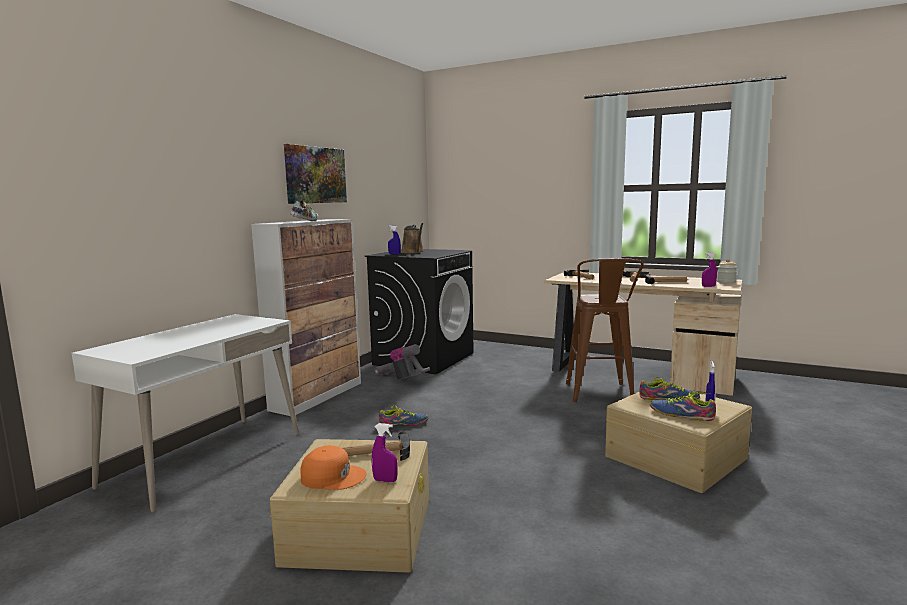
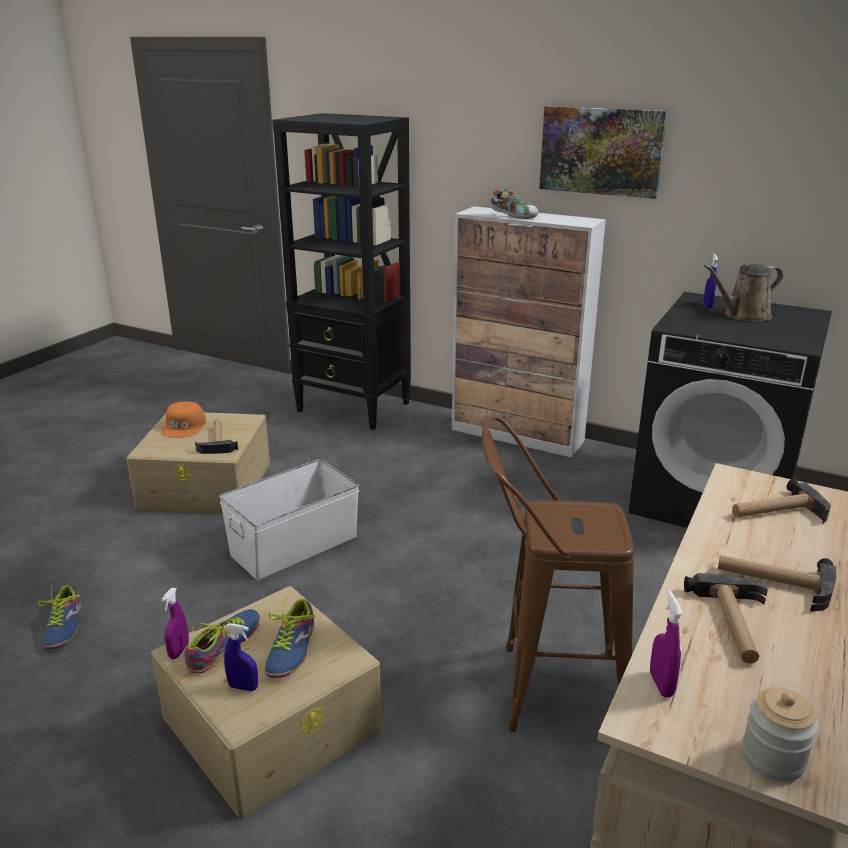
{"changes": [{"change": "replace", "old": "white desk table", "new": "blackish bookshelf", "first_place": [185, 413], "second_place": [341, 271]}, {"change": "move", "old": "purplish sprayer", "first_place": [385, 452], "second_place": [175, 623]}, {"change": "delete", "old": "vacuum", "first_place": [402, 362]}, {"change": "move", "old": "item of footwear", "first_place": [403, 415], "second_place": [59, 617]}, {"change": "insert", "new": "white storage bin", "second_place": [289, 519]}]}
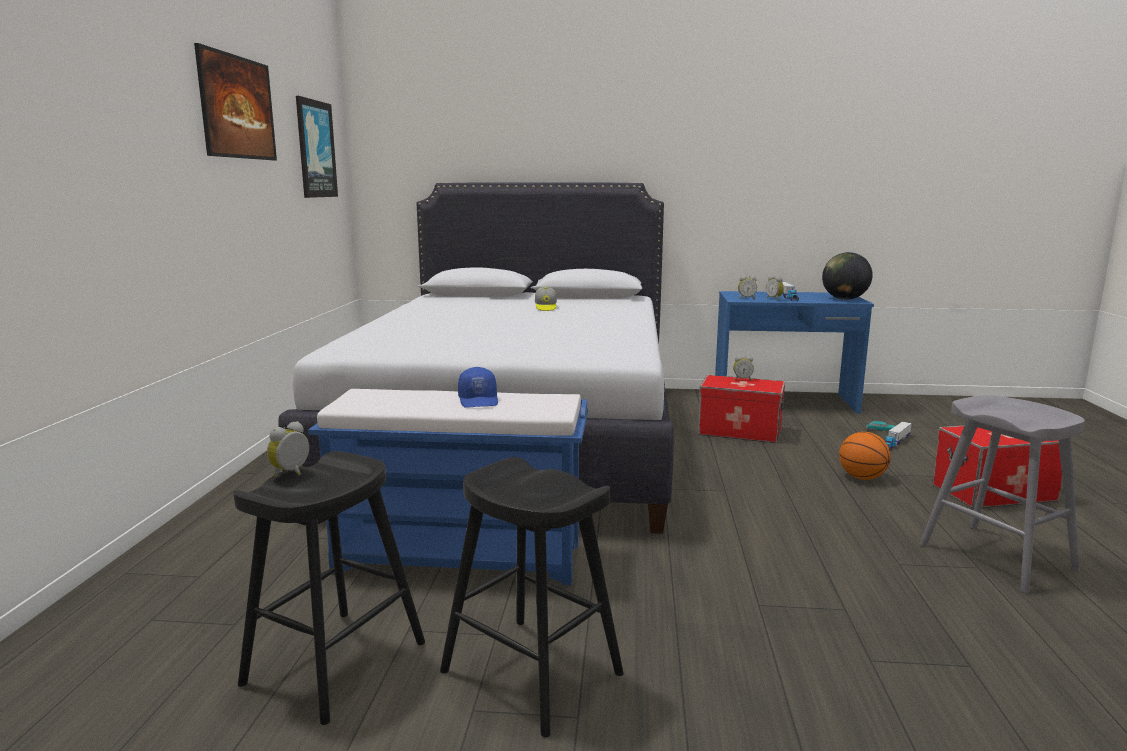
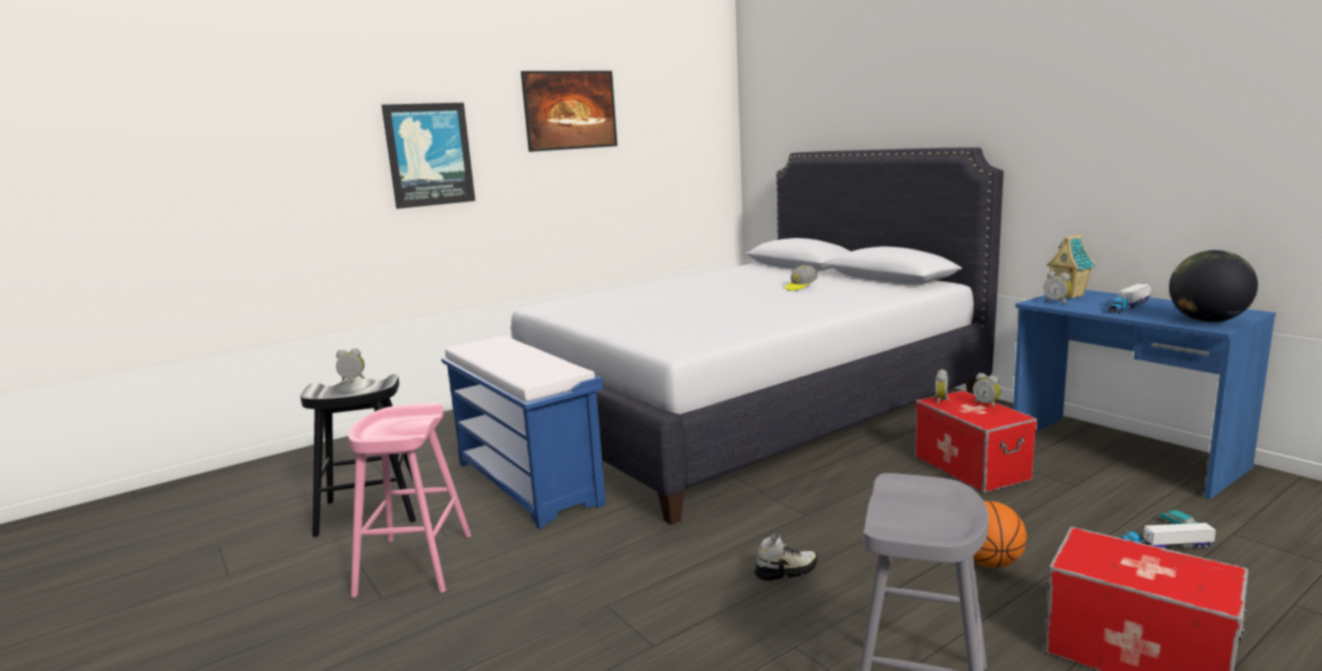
{"changes": [{"change": "move", "old": "wall picture", "first_place": [317, 147], "second_place": [428, 156]}, {"change": "recolor", "old": "blackish sitting stool", "new": "pink-coloured sitting stool", "first_place": [532, 597], "second_place": [409, 500]}, {"change": "delete", "old": "blue-coloured cap", "first_place": [478, 387]}, {"change": "move", "old": "table clock", "first_place": [775, 287], "second_place": [942, 386]}, {"change": "insert", "new": "item of footwear", "second_place": [786, 557]}, {"change": "insert", "new": "toy house", "second_place": [1071, 267]}]}
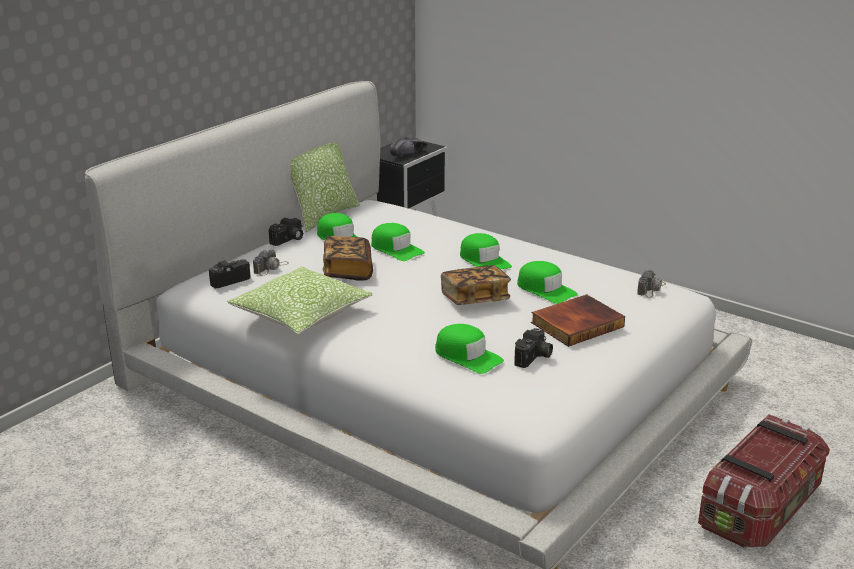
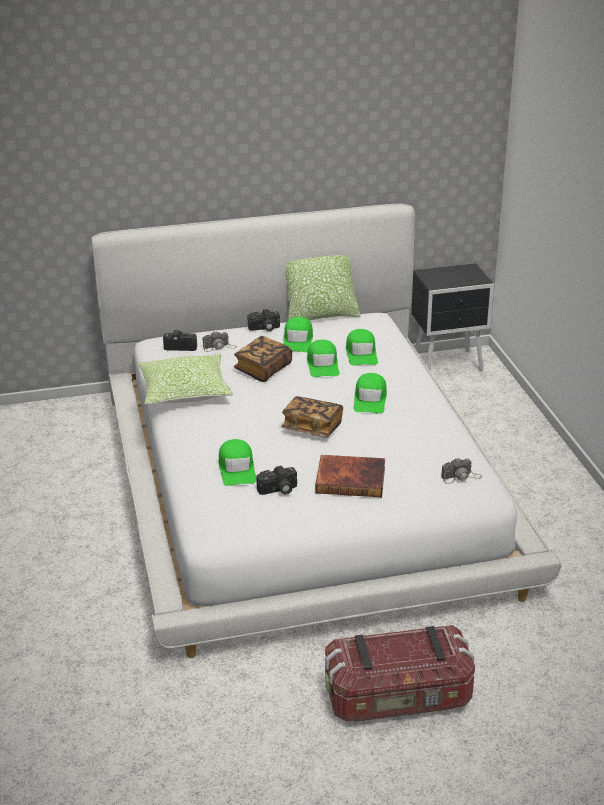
{"changes": [{"change": "delete", "old": "blackish item of footwear", "first_place": [408, 147]}, {"change": "move", "old": "green cap", "first_place": [547, 282], "second_place": [362, 347]}]}
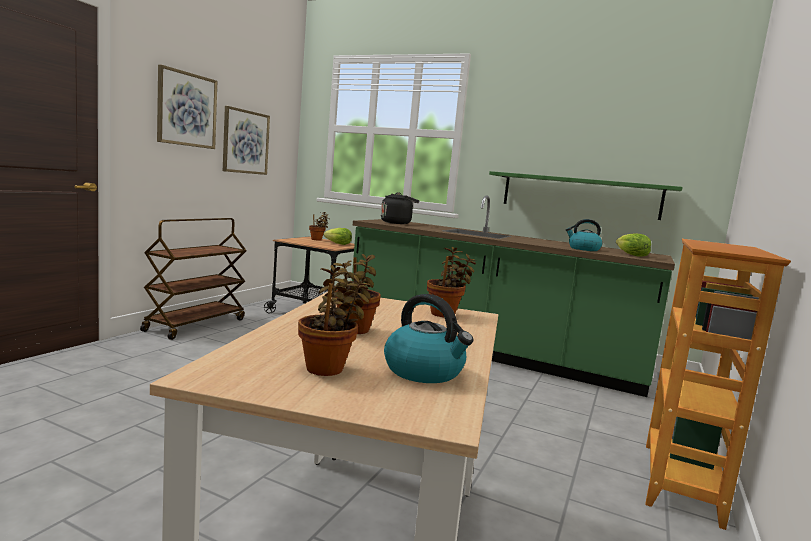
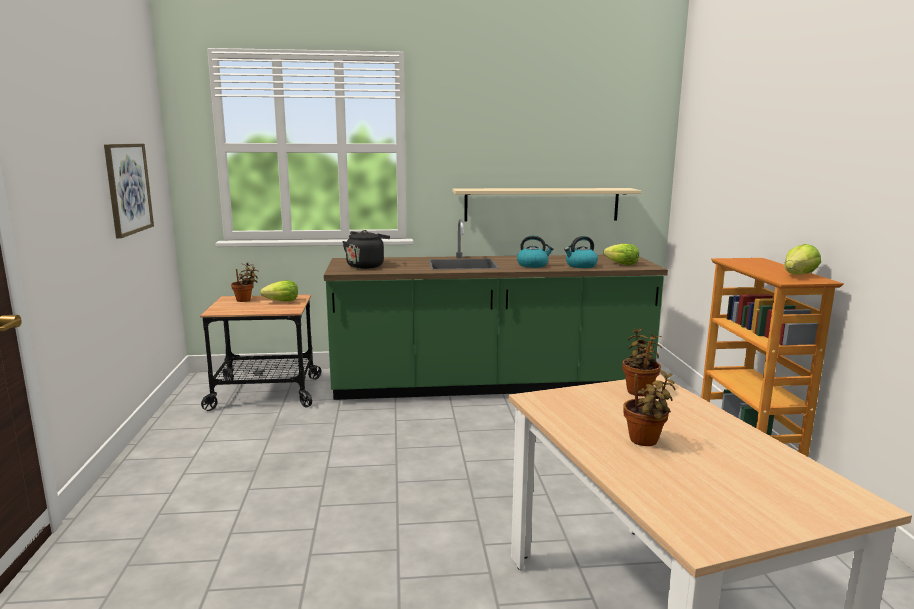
{"changes": [{"change": "delete", "old": "brown trolley", "first_place": [193, 279]}, {"change": "delete", "old": "wall picture", "first_place": [187, 106]}, {"change": "delete", "old": "houseplant", "first_place": [334, 320]}, {"change": "move", "old": "water kettle", "first_place": [429, 338], "second_place": [535, 251]}, {"change": "recolor", "old": "green bracket shelf", "new": "beige-coloured bracket shelf", "first_place": [586, 195], "second_place": [546, 205]}, {"change": "insert", "new": "lettuce head", "second_place": [802, 259]}]}
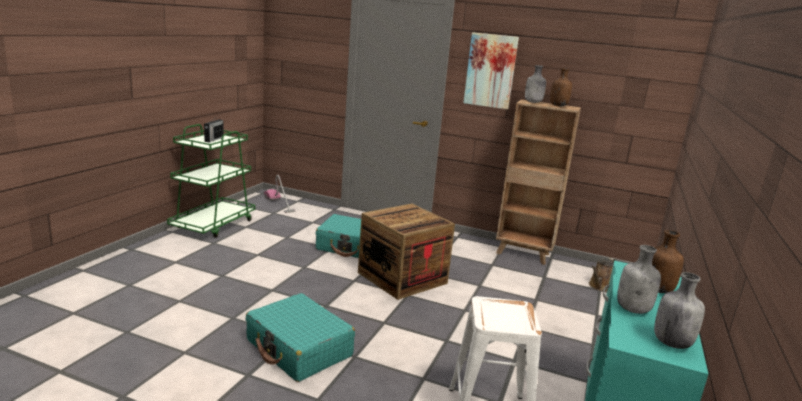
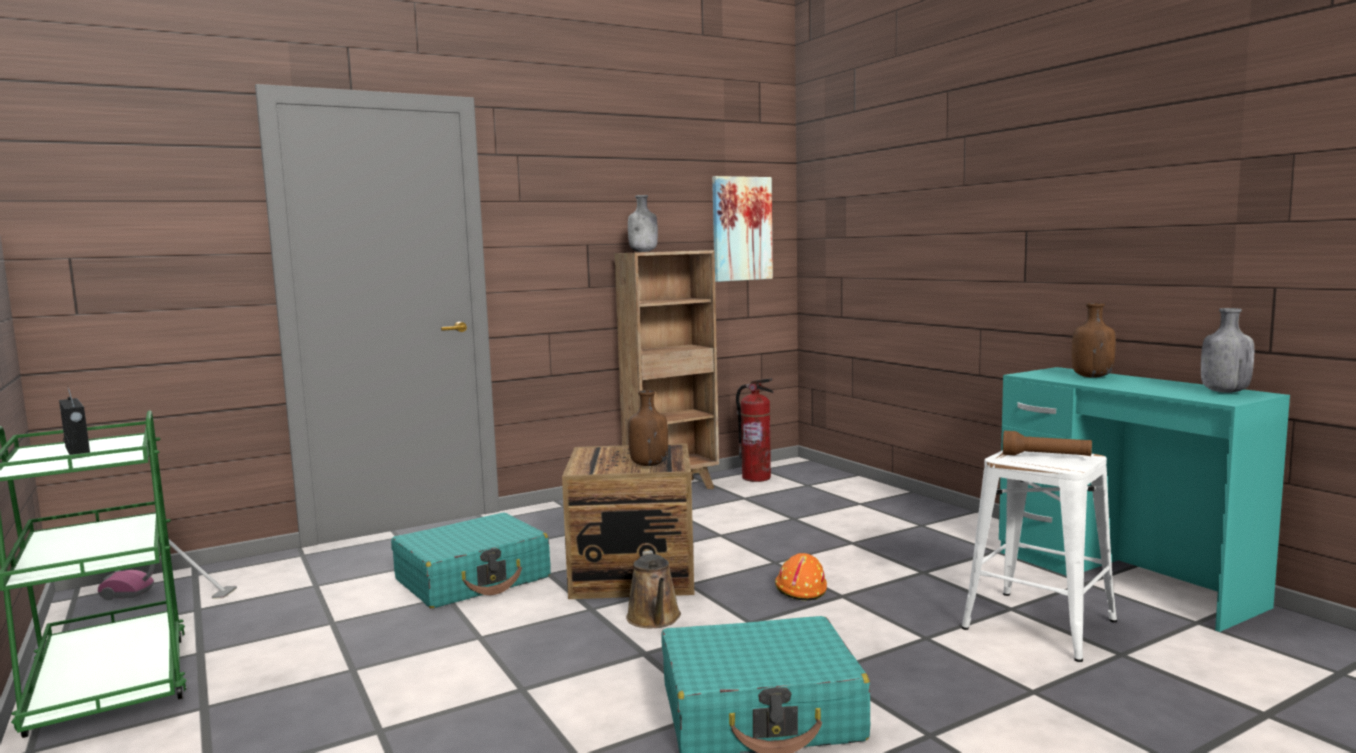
{"changes": [{"change": "move", "old": "wall picture", "first_place": [491, 70], "second_place": [742, 229]}, {"change": "move", "old": "brown beverage bottle", "first_place": [561, 87], "second_place": [648, 428]}, {"change": "move", "old": "brown sprinkling can", "first_place": [602, 274], "second_place": [653, 589]}, {"change": "delete", "old": "gray beverage bottle", "first_place": [639, 279]}, {"change": "insert", "new": "extinguisher", "second_place": [755, 430]}, {"change": "insert", "new": "orange hard hat", "second_place": [801, 577]}, {"change": "insert", "new": "brown hand torch", "second_place": [1047, 443]}]}
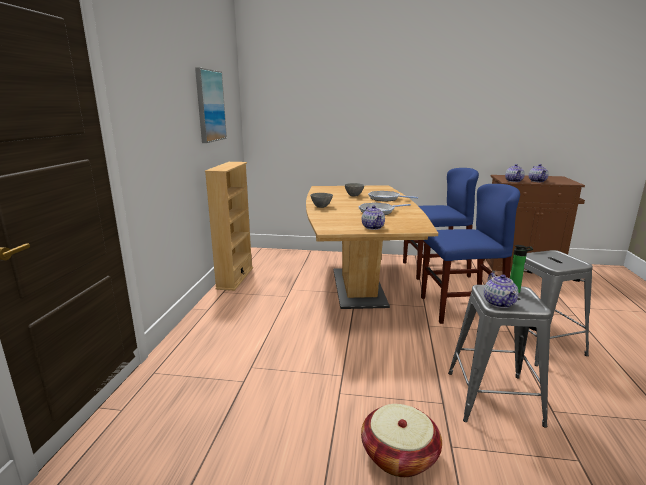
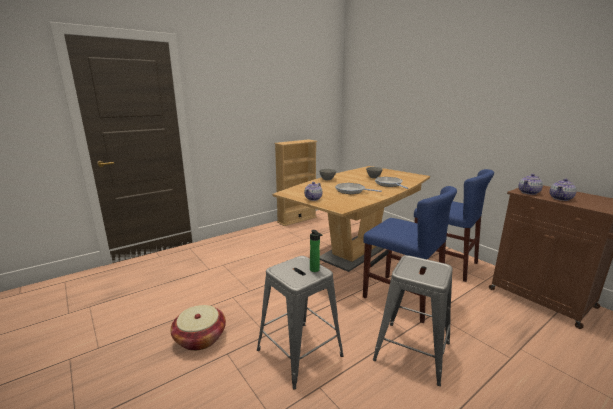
{"changes": [{"change": "delete", "old": "wall picture", "first_place": [211, 105]}, {"change": "delete", "old": "pot for tea", "first_place": [501, 290]}]}
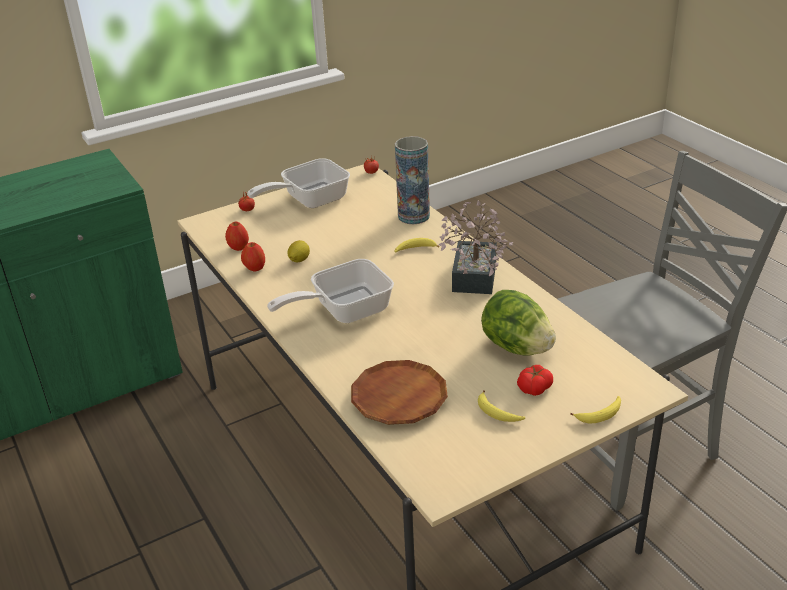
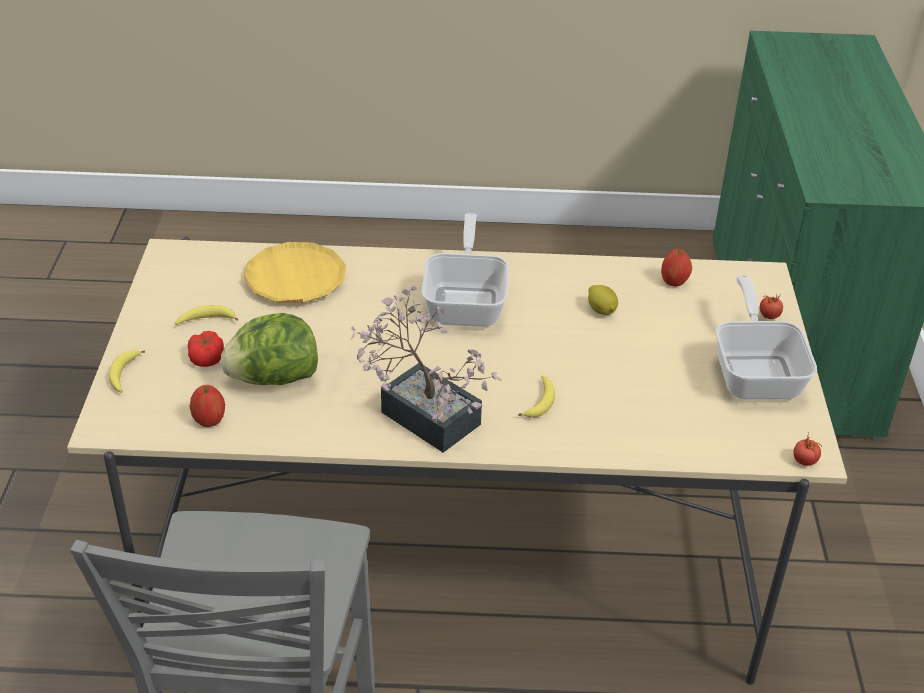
{"changes": [{"change": "move", "old": "whole apple", "first_place": [253, 256], "second_place": [207, 406]}, {"change": "recolor", "old": "brown plate", "new": "yellowish plate", "first_place": [399, 392], "second_place": [295, 272]}, {"change": "delete", "old": "vase", "first_place": [412, 180]}]}
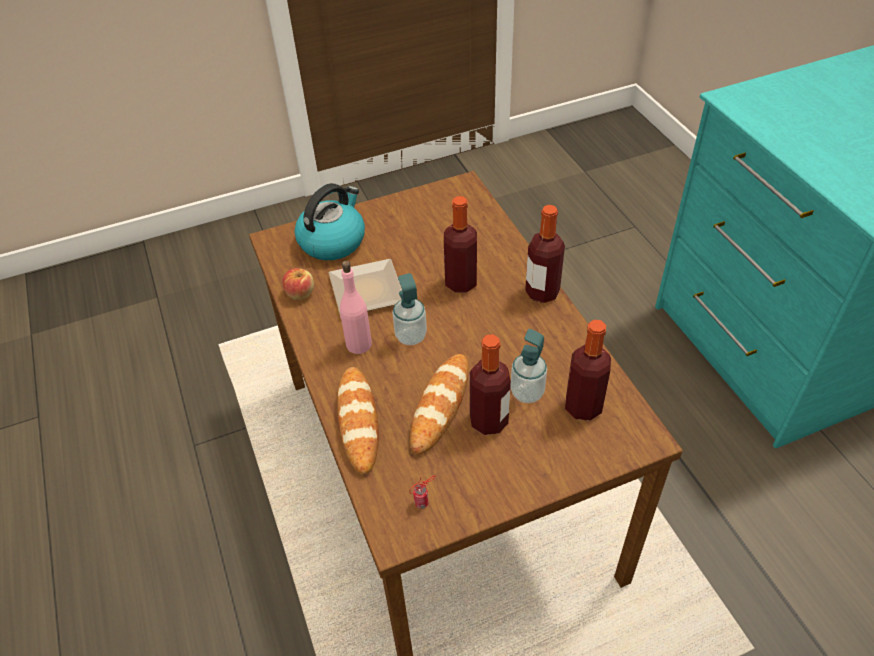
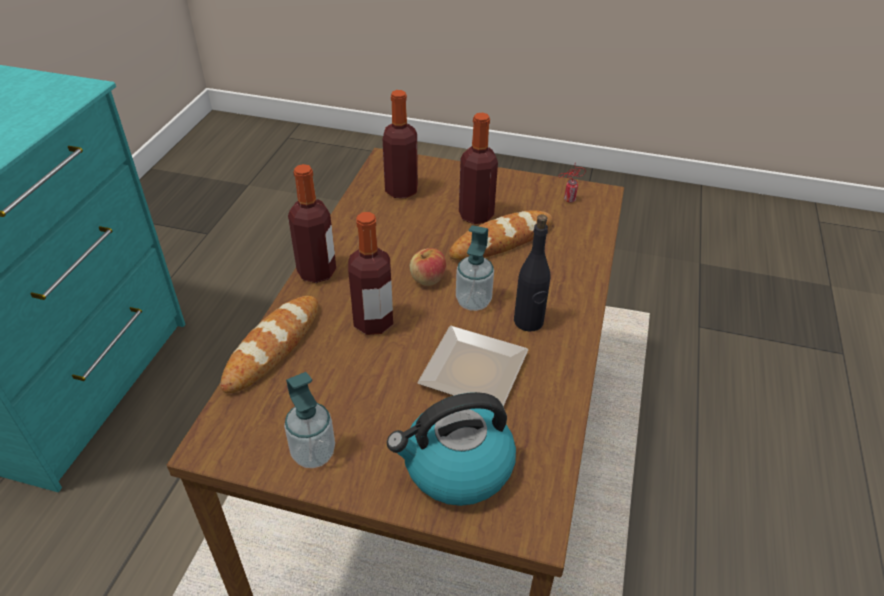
{"changes": [{"change": "move", "old": "whole apple", "first_place": [298, 284], "second_place": [428, 267]}, {"change": "move", "old": "bread", "first_place": [358, 420], "second_place": [269, 345]}, {"change": "recolor", "old": "pink-coloured beverage bottle", "new": "blackish beverage bottle", "first_place": [356, 307], "second_place": [532, 273]}, {"change": "move", "old": "soap dispenser", "first_place": [528, 366], "second_place": [309, 420]}]}
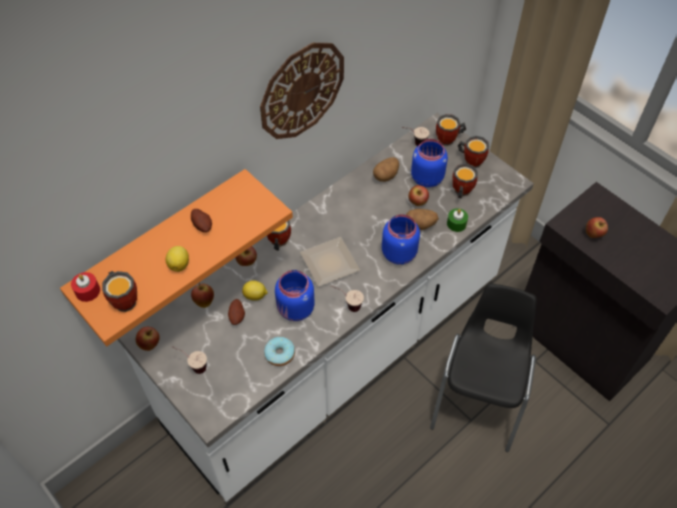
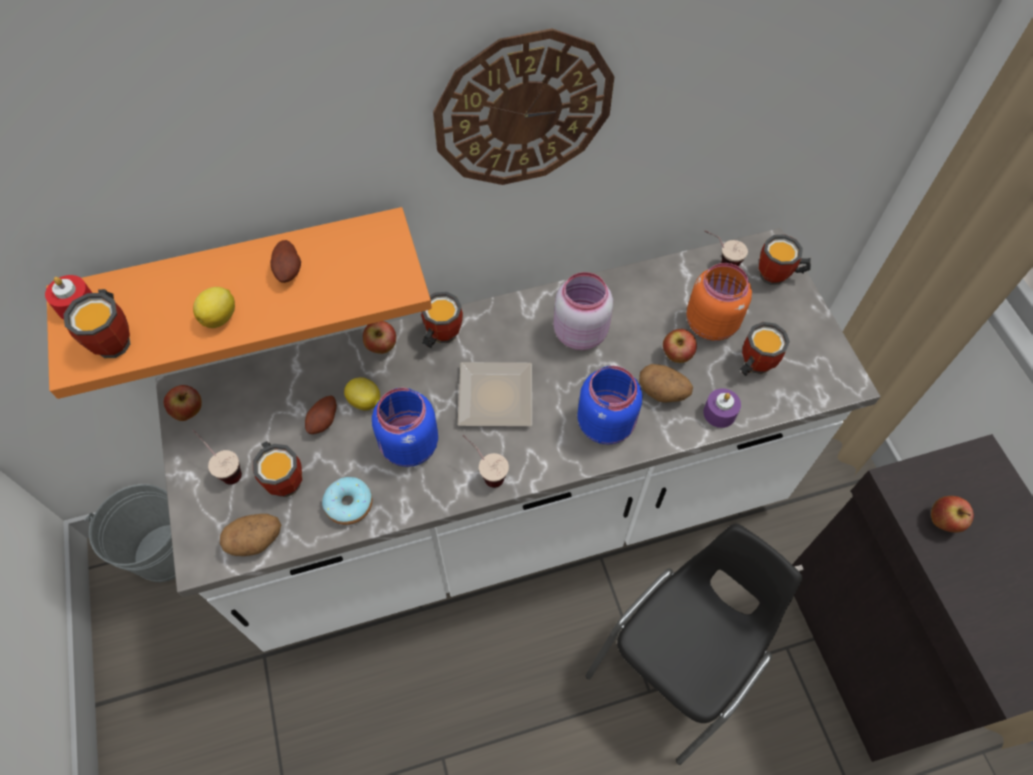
{"changes": [{"change": "delete", "old": "whole apple", "first_place": [202, 295]}, {"change": "move", "old": "spud", "first_place": [386, 169], "second_place": [250, 535]}, {"change": "recolor", "old": "blue-coloured preserve jar", "new": "orange preserve jar", "first_place": [429, 163], "second_place": [719, 302]}, {"change": "recolor", "old": "green wax light", "new": "purplish wax light", "first_place": [457, 220], "second_place": [722, 408]}, {"change": "move", "old": "coffee mug", "first_place": [473, 152], "second_place": [277, 469]}, {"change": "insert", "new": "gray bucket", "second_place": [130, 533]}, {"change": "insert", "new": "pink-coloured preserve jar", "second_place": [583, 311]}]}
